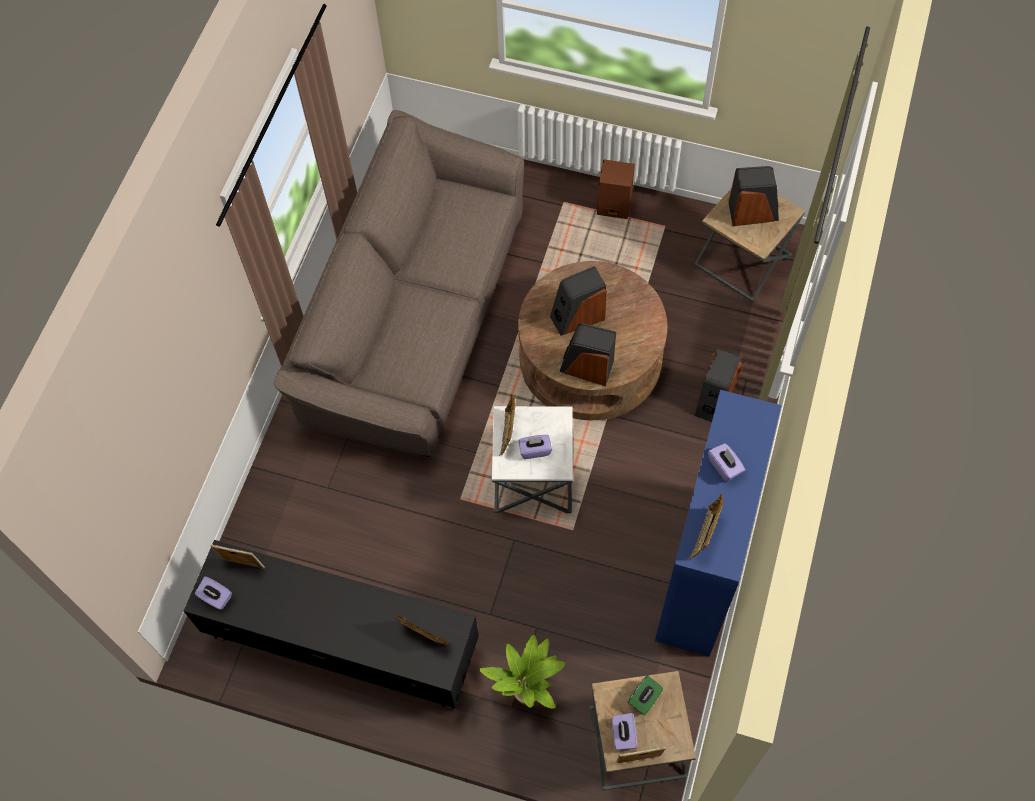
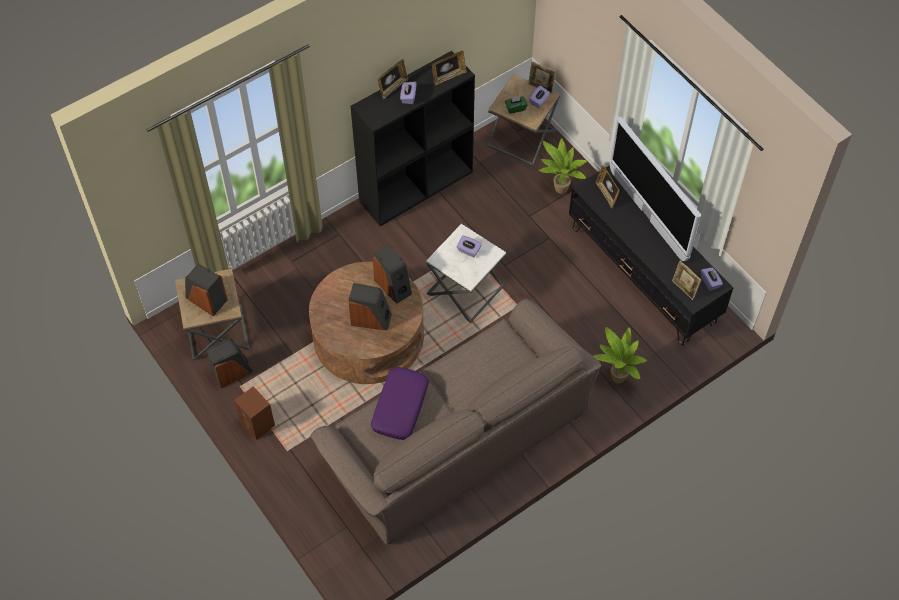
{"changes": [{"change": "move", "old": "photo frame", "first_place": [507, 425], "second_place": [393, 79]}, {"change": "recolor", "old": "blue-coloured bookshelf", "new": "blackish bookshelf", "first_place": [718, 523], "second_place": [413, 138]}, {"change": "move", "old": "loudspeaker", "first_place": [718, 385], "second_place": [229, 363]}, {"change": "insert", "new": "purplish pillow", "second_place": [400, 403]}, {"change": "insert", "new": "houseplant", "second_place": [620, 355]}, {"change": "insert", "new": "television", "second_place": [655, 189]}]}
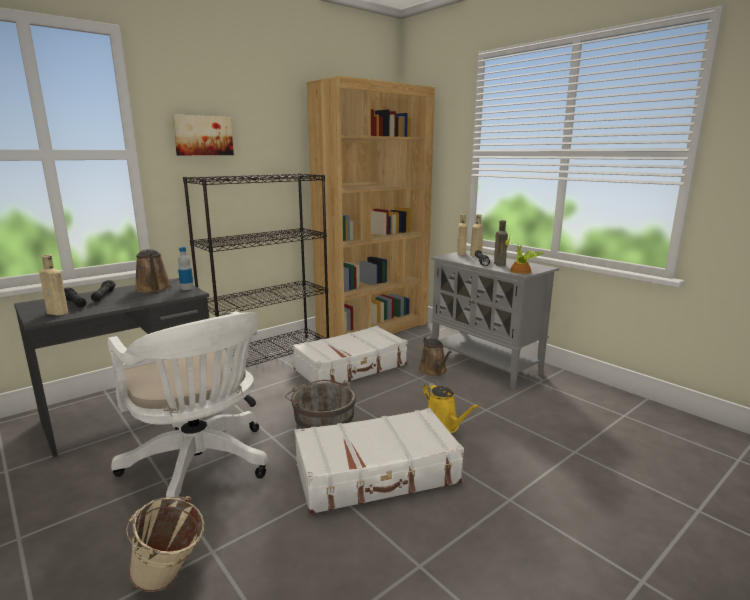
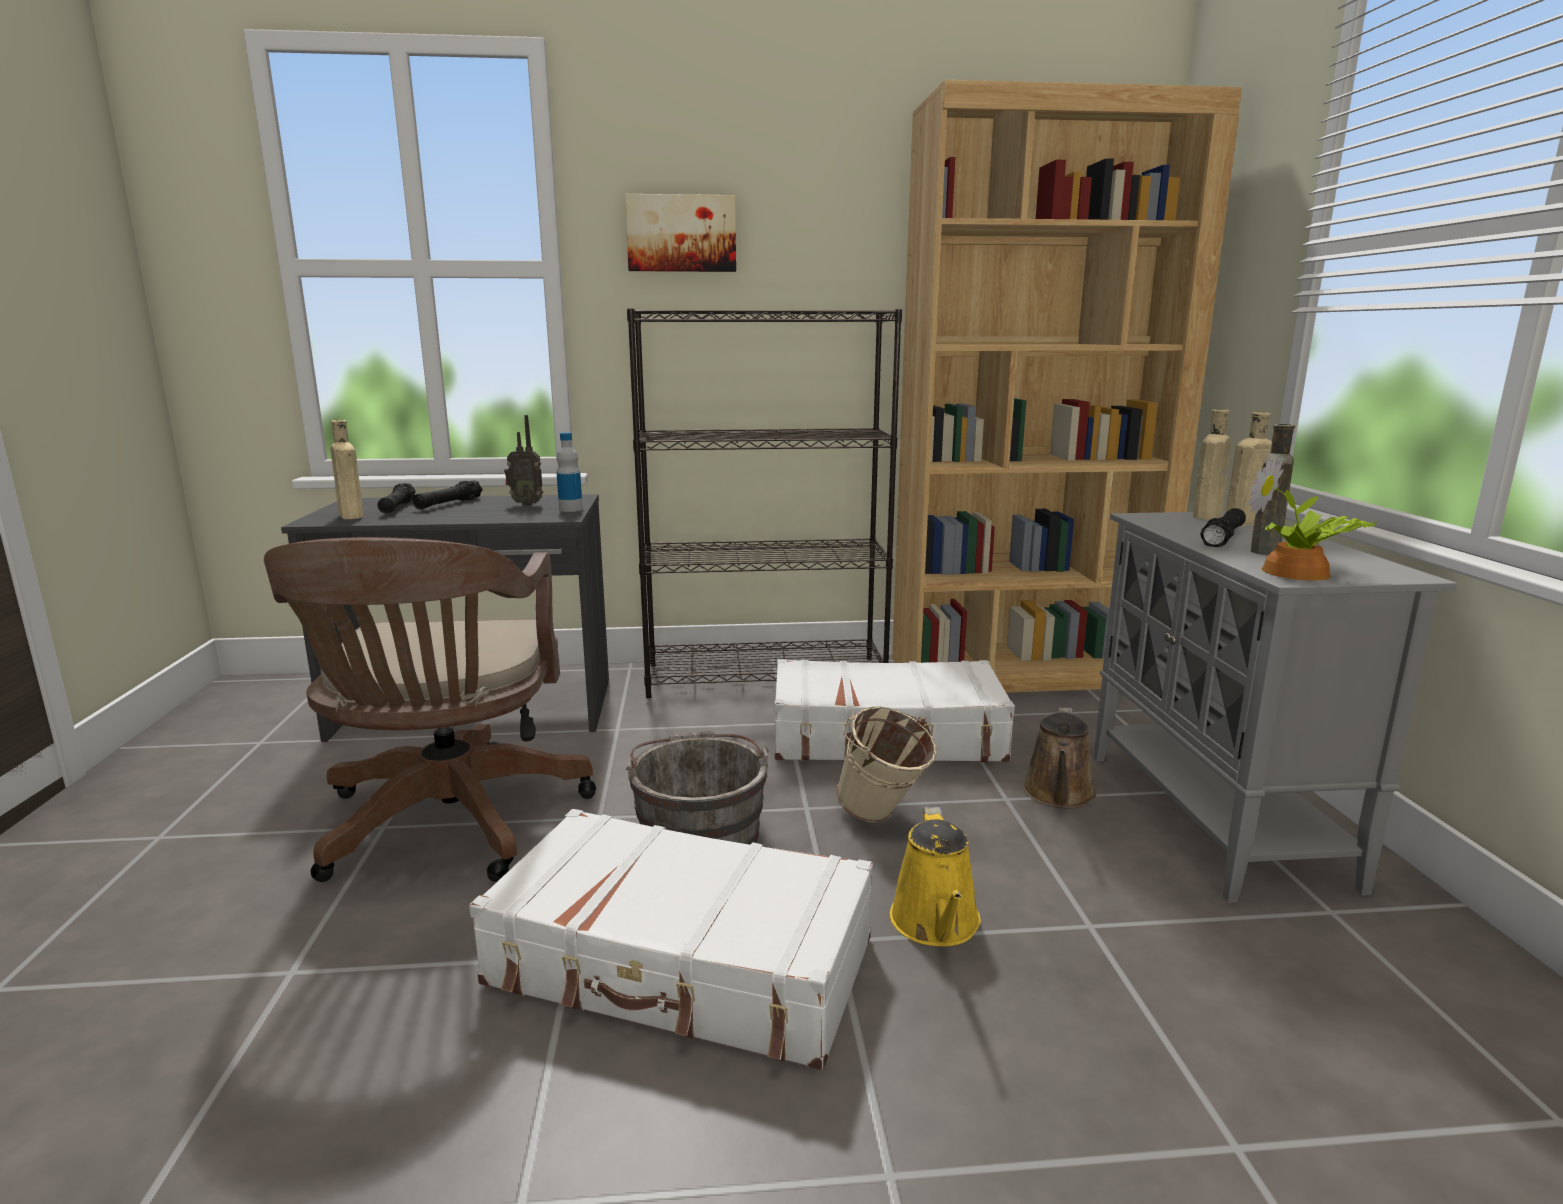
{"changes": [{"change": "recolor", "old": "white computer chair", "new": "brown computer chair", "first_place": [188, 404], "second_place": [430, 709]}, {"change": "move", "old": "beige-coloured bucket", "first_place": [165, 544], "second_place": [886, 764]}, {"change": "replace", "old": "brown sprinkling can", "new": "radio receiver", "first_place": [153, 271], "second_place": [523, 460]}]}
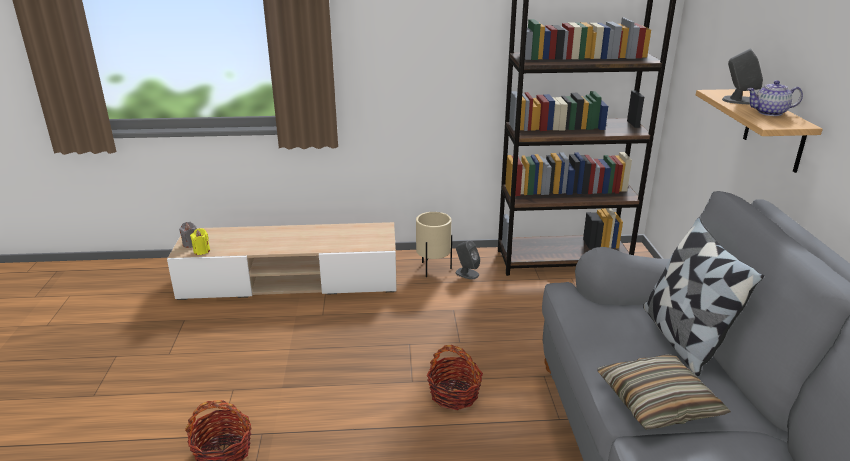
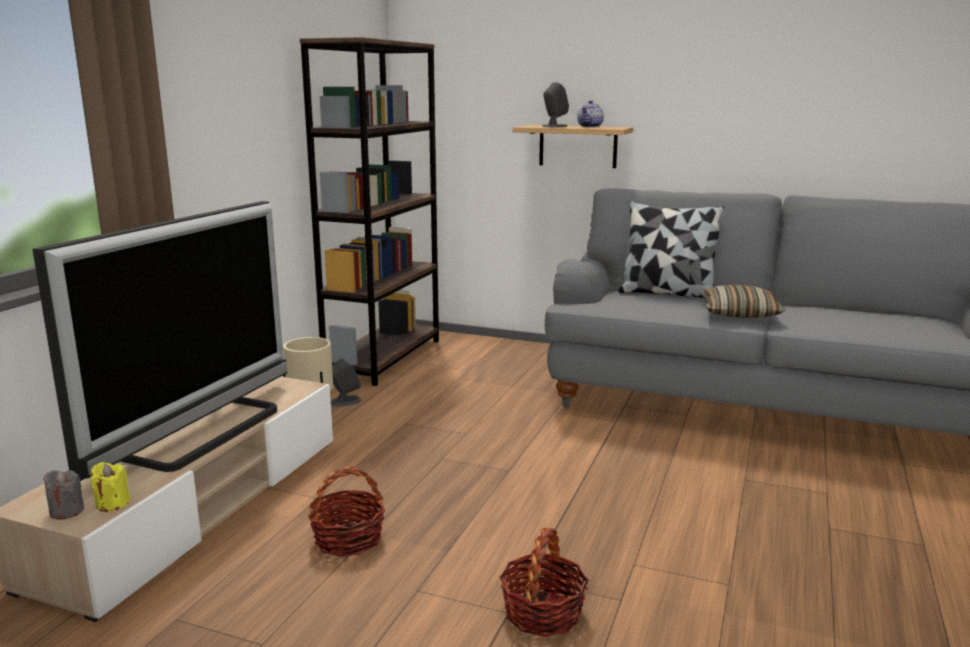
{"changes": [{"change": "move", "old": "household basket", "first_place": [455, 377], "second_place": [346, 511]}, {"change": "insert", "new": "television", "second_place": [160, 341]}]}
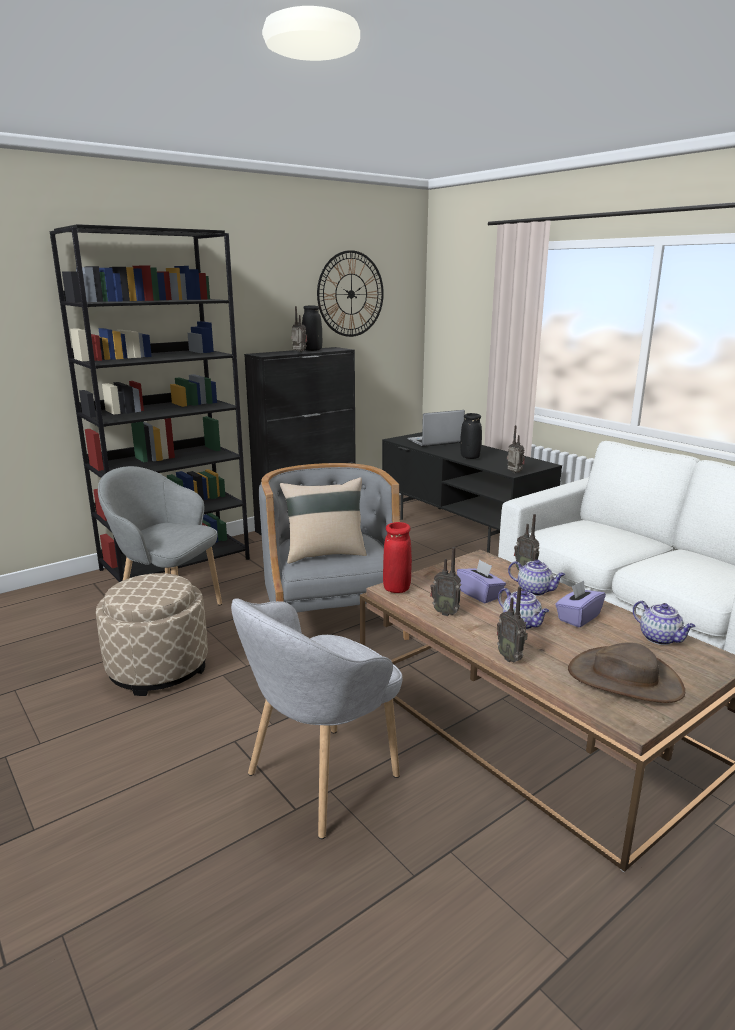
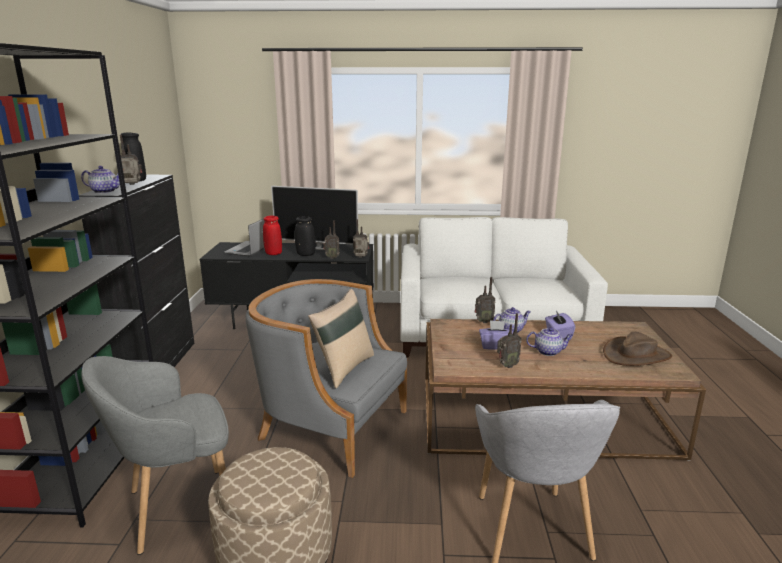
{"changes": [{"change": "delete", "old": "hanging clock", "first_place": [350, 293]}, {"change": "move", "old": "reddish vase", "first_place": [397, 557], "second_place": [272, 235]}, {"change": "move", "old": "radio receiver", "first_place": [512, 624], "second_place": [331, 239]}, {"change": "move", "old": "pot for tea", "first_place": [664, 623], "second_place": [100, 179]}, {"change": "insert", "new": "television", "second_place": [314, 218]}]}
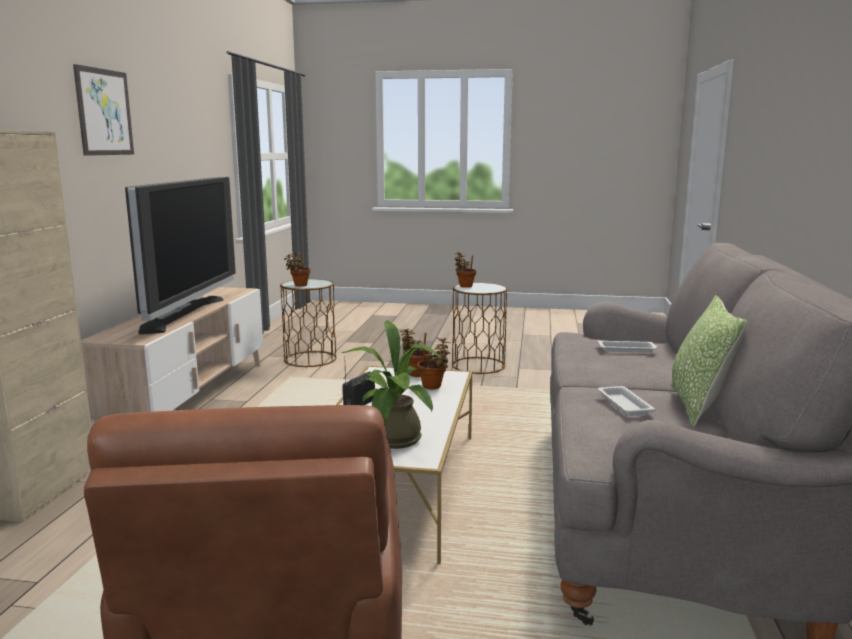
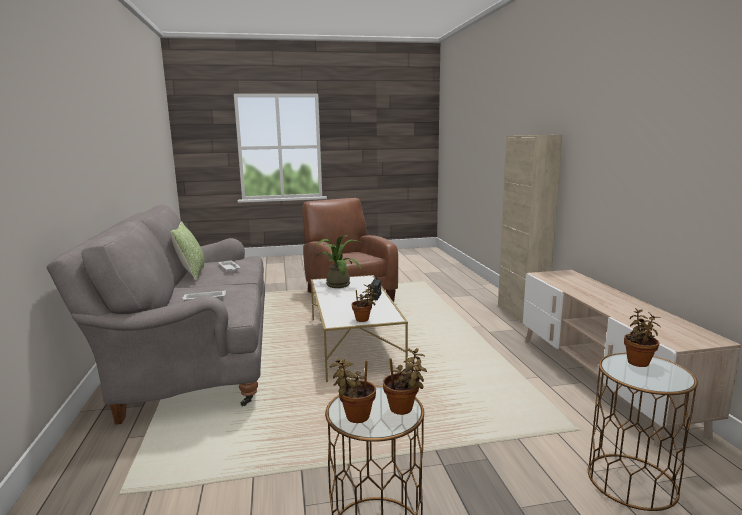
{"changes": [{"change": "delete", "old": "wall picture", "first_place": [103, 110]}, {"change": "delete", "old": "television", "first_place": [180, 255]}, {"change": "move", "old": "houseplant", "first_place": [433, 364], "second_place": [353, 390]}]}
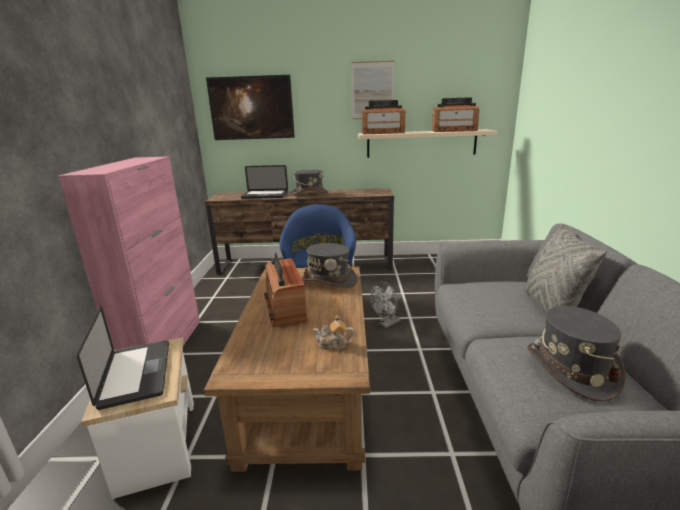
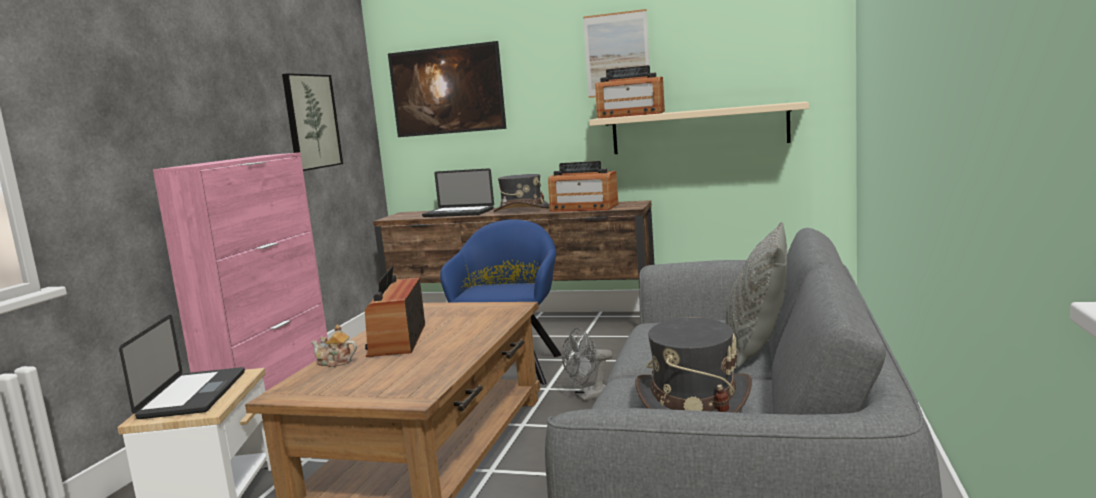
{"changes": [{"change": "delete", "old": "gray wearable hat", "first_place": [329, 265]}, {"change": "move", "old": "pot for tea", "first_place": [333, 332], "second_place": [334, 345]}, {"change": "move", "old": "radio receiver", "first_place": [455, 114], "second_place": [583, 186]}, {"change": "insert", "new": "wall picture", "second_place": [312, 122]}]}
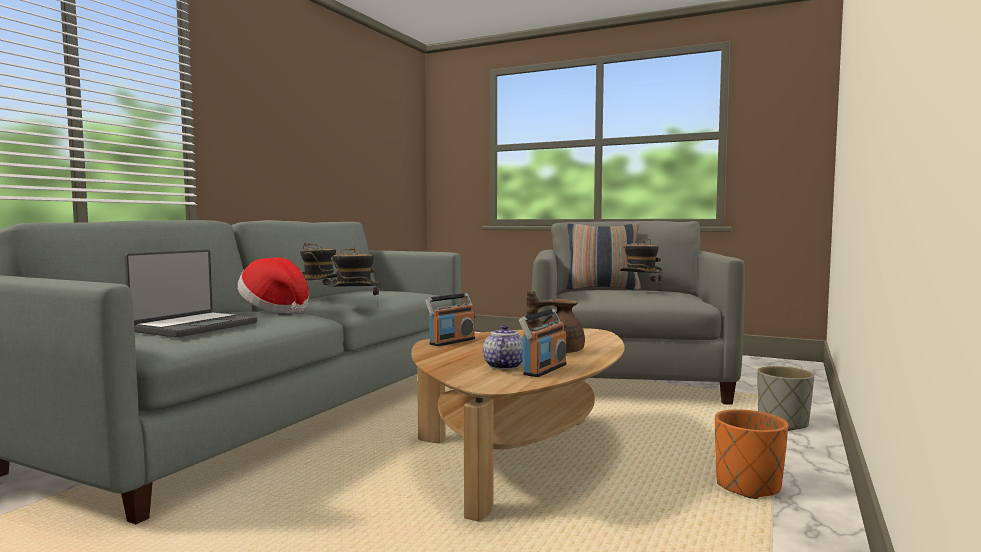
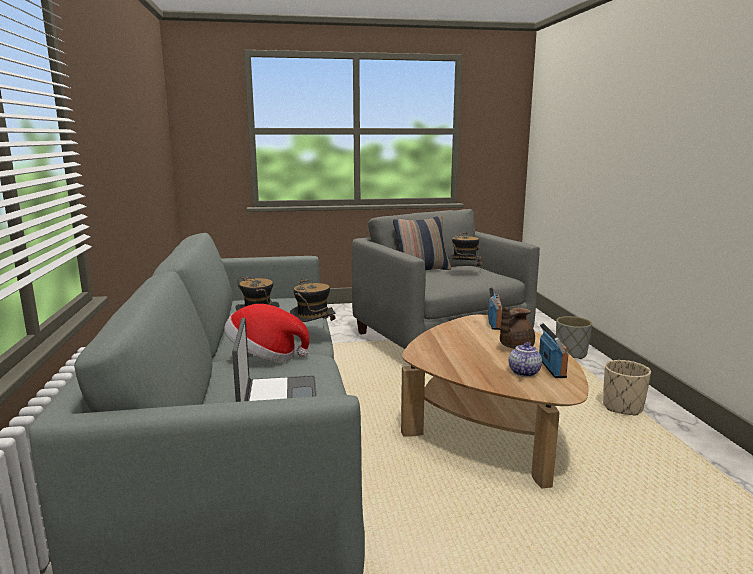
{"changes": [{"change": "move", "old": "radio receiver", "first_place": [450, 319], "second_place": [495, 308]}, {"change": "rotate", "old": "pot for tea", "first_place": [503, 347], "second_place": [525, 359], "degrees": 45}, {"change": "recolor", "old": "orange planter", "new": "beige-coloured planter", "first_place": [751, 454], "second_place": [627, 388]}]}
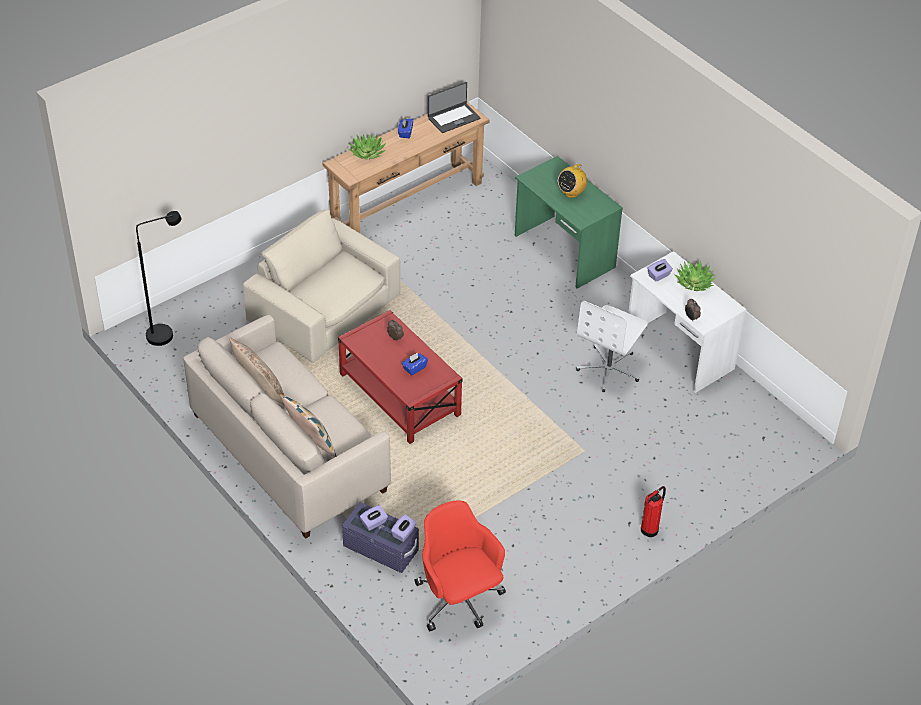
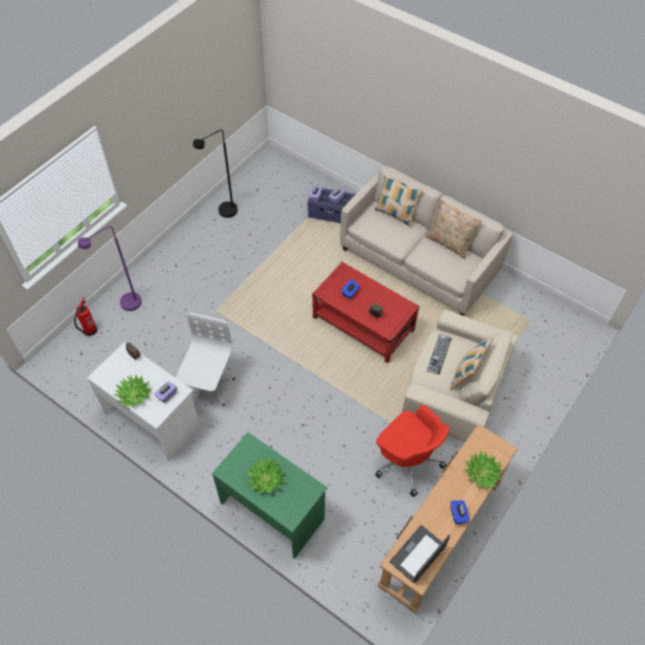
{"changes": [{"change": "move", "old": "blackish floor lamp", "first_place": [158, 278], "second_place": [215, 174]}, {"change": "move", "old": "reddish computer chair", "first_place": [460, 565], "second_place": [412, 451]}, {"change": "replace", "old": "radio receiver", "new": "houseplant", "first_place": [572, 179], "second_place": [266, 475]}, {"change": "move", "old": "extinguisher", "first_place": [653, 511], "second_place": [85, 316]}, {"change": "insert", "new": "purplish floor lamp", "second_place": [110, 268]}, {"change": "insert", "new": "computer keyboard", "second_place": [439, 354]}, {"change": "insert", "new": "pillow", "second_place": [471, 363]}]}
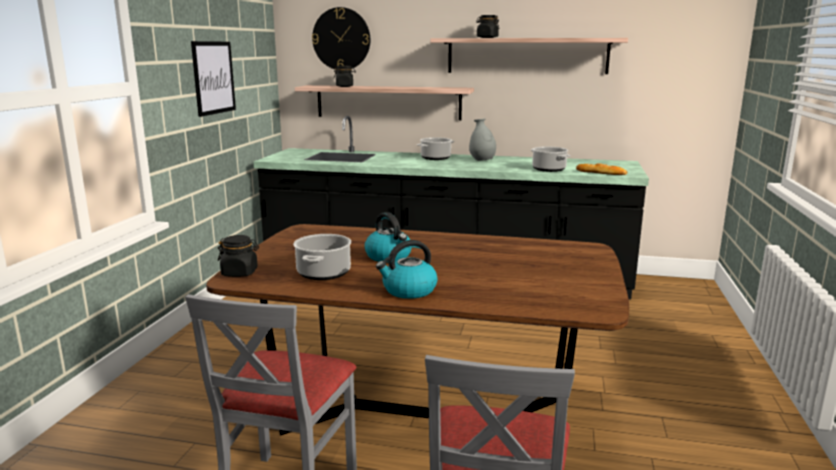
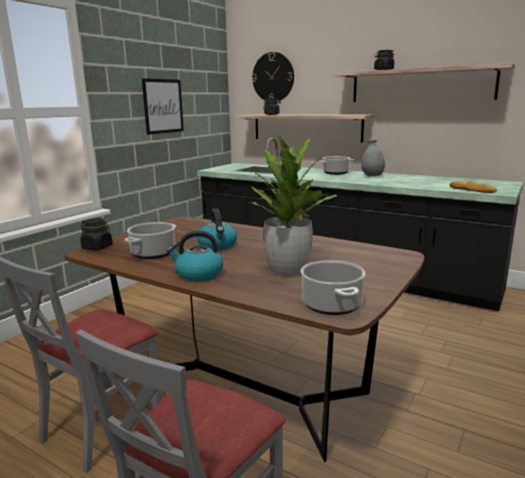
{"changes": [{"change": "move", "old": "stockpot", "first_place": [550, 159], "second_place": [333, 287]}, {"change": "insert", "new": "houseplant", "second_place": [293, 205]}]}
